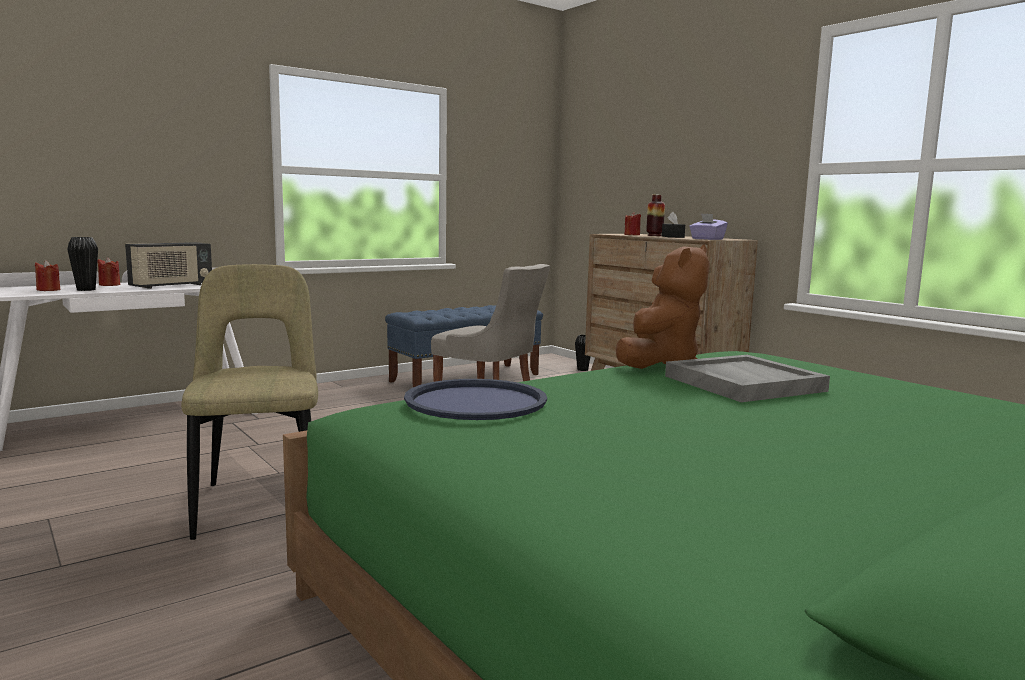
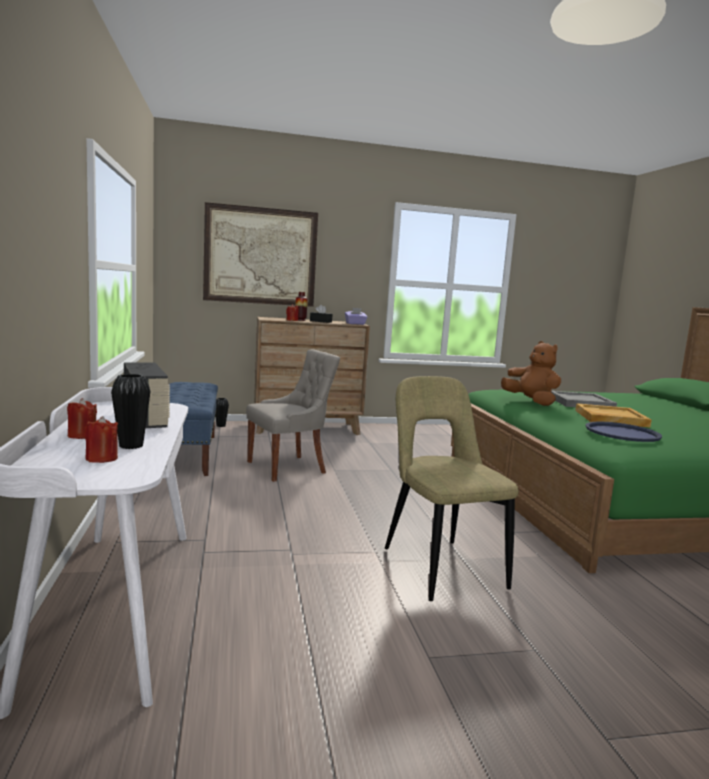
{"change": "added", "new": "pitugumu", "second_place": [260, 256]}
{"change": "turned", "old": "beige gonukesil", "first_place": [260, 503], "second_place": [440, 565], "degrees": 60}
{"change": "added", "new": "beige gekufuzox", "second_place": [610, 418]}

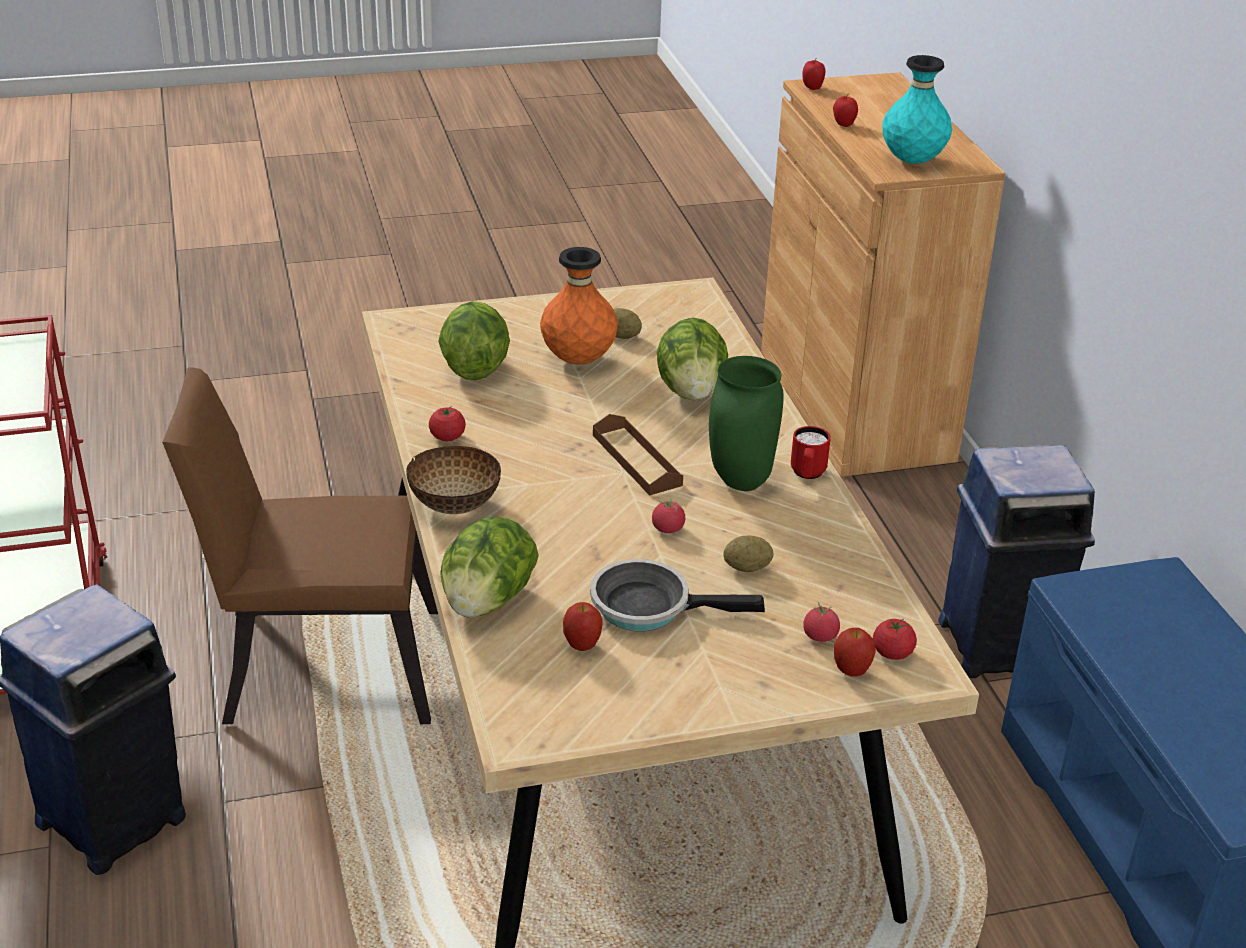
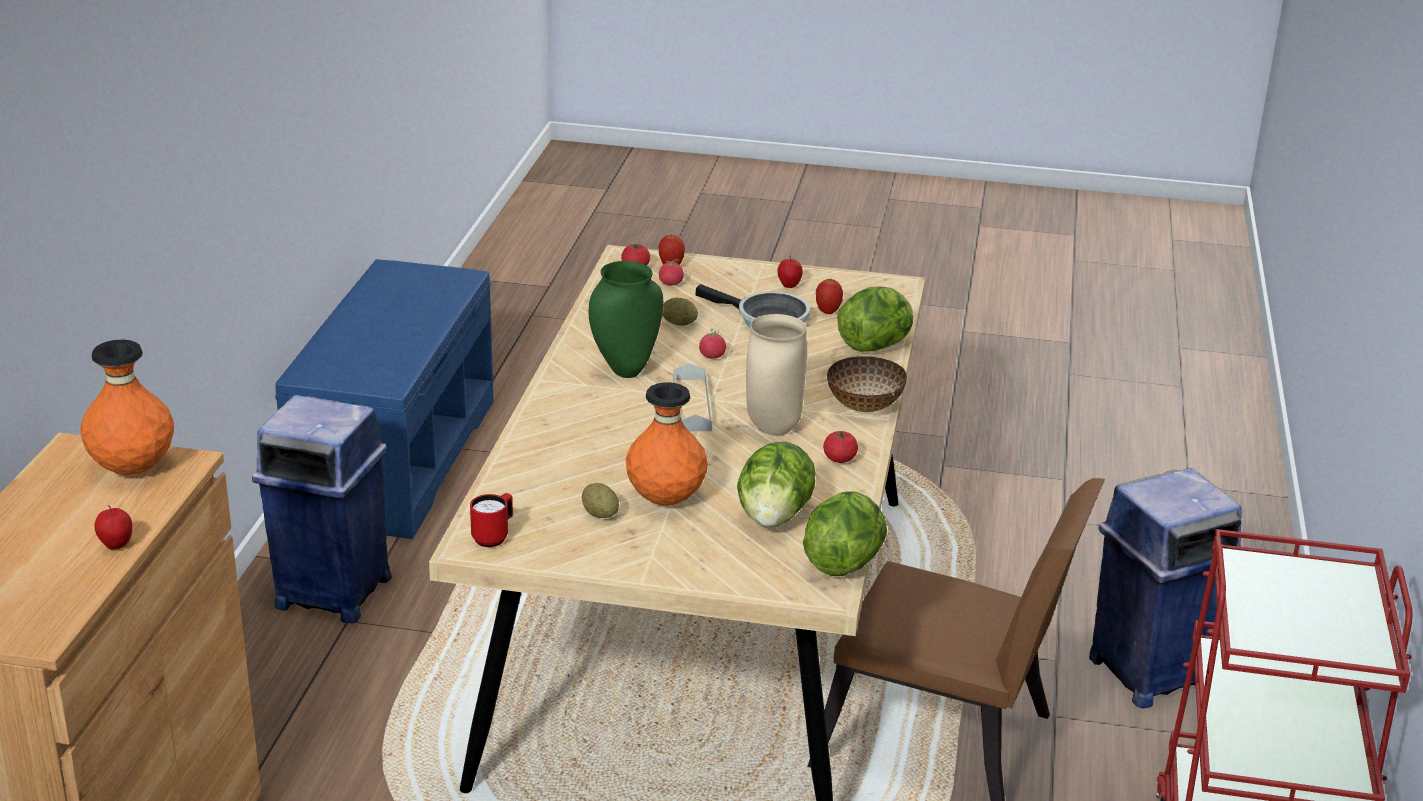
{"change": "recoloured", "old": "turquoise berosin", "new": "orange berosin", "first_place": [912, 161], "second_place": [133, 469]}
{"change": "moved", "old": "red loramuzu", "first_place": [807, 475], "second_place": [494, 537]}
{"change": "recoloured", "old": "brown gekufuzox", "new": "grey gekufuzox", "first_place": [636, 460], "second_place": [692, 404]}
{"change": "added", "new": "beige berosin", "second_place": [774, 429]}
{"change": "moved", "old": "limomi", "first_place": [812, 88], "second_place": [789, 286]}
{"change": "moved", "old": "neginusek", "first_place": [691, 391], "second_place": [844, 562]}

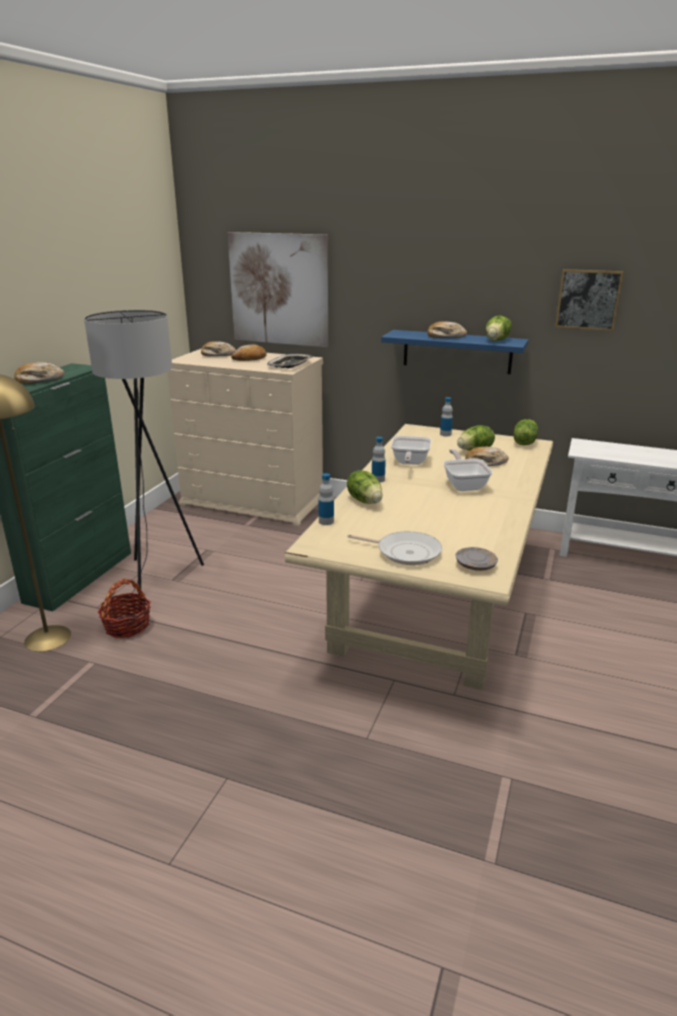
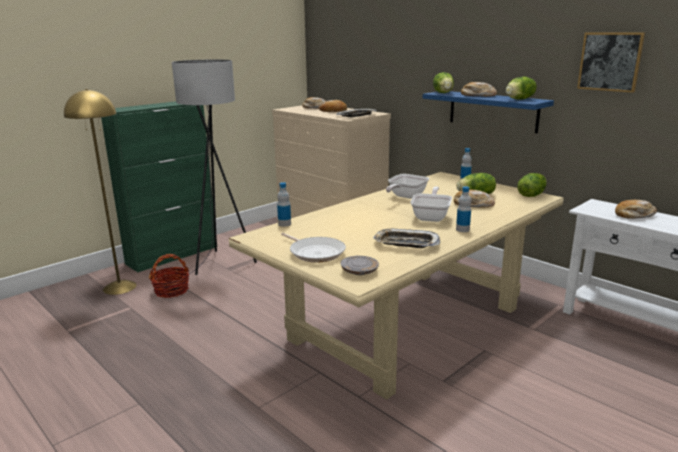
{"change": "added", "new": "gekufuzox", "second_place": [406, 243]}
{"change": "moved", "old": "neginusek", "first_place": [365, 500], "second_place": [443, 93]}
{"change": "moved", "old": "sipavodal", "first_place": [378, 479], "second_place": [462, 229]}
{"change": "moved", "old": "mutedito", "first_place": [39, 380], "second_place": [634, 215]}
{"change": "removed", "old": "pitugumu", "first_place": [279, 289]}

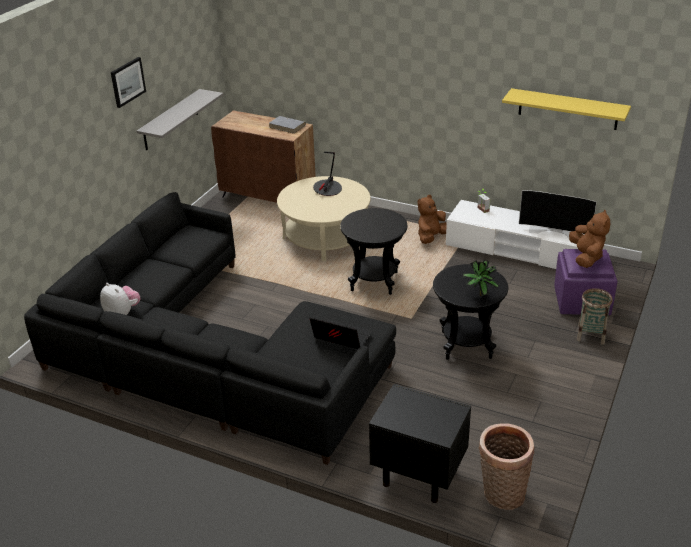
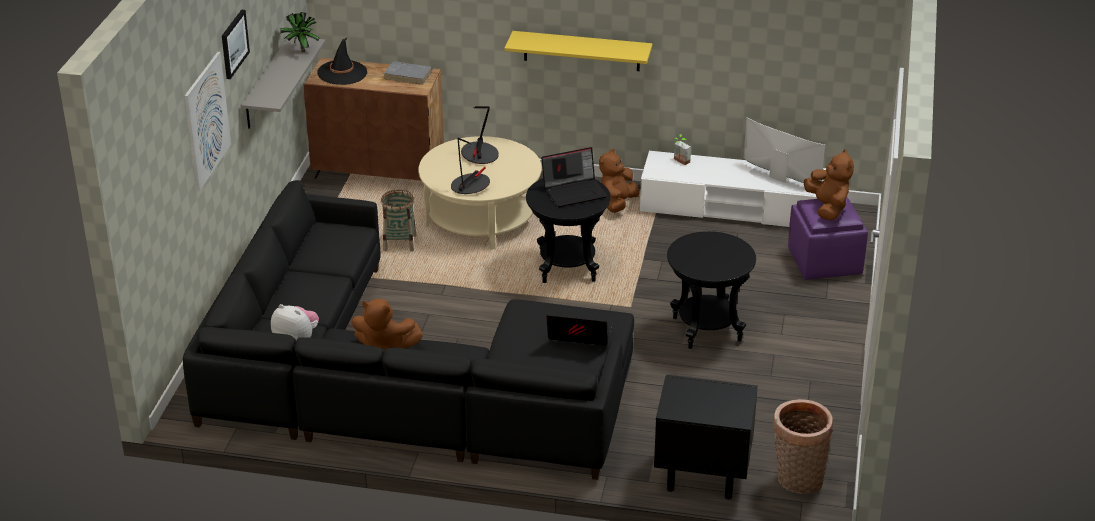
{"change": "added", "new": "pitugumu", "second_place": [207, 120]}
{"change": "moved", "old": "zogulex", "first_place": [478, 294], "second_place": [300, 51]}
{"change": "added", "new": "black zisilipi", "second_place": [342, 73]}
{"change": "added", "new": "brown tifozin", "second_place": [385, 348]}
{"change": "moved", "old": "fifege", "first_place": [591, 334], "second_place": [400, 243]}
{"change": "added", "new": "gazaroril", "second_place": [470, 185]}
{"change": "moved", "old": "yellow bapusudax", "first_place": [568, 109], "second_place": [581, 51]}
{"change": "added", "new": "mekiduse", "second_place": [574, 191]}
{"change": "turned", "old": "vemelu", "first_place": [555, 231], "second_place": [777, 179], "degrees": -150}

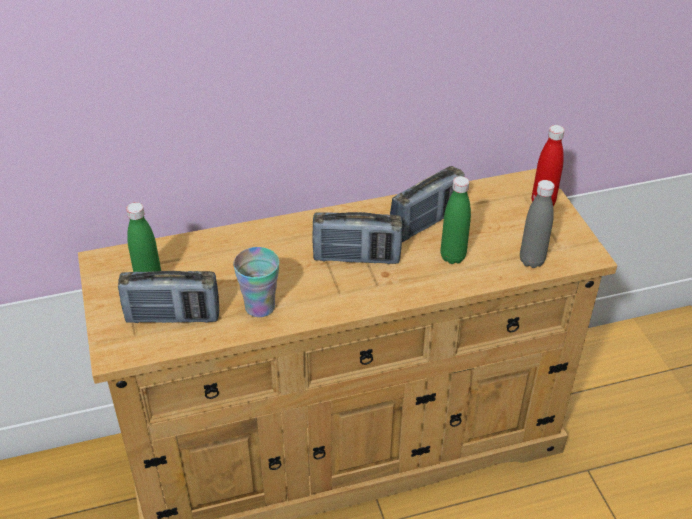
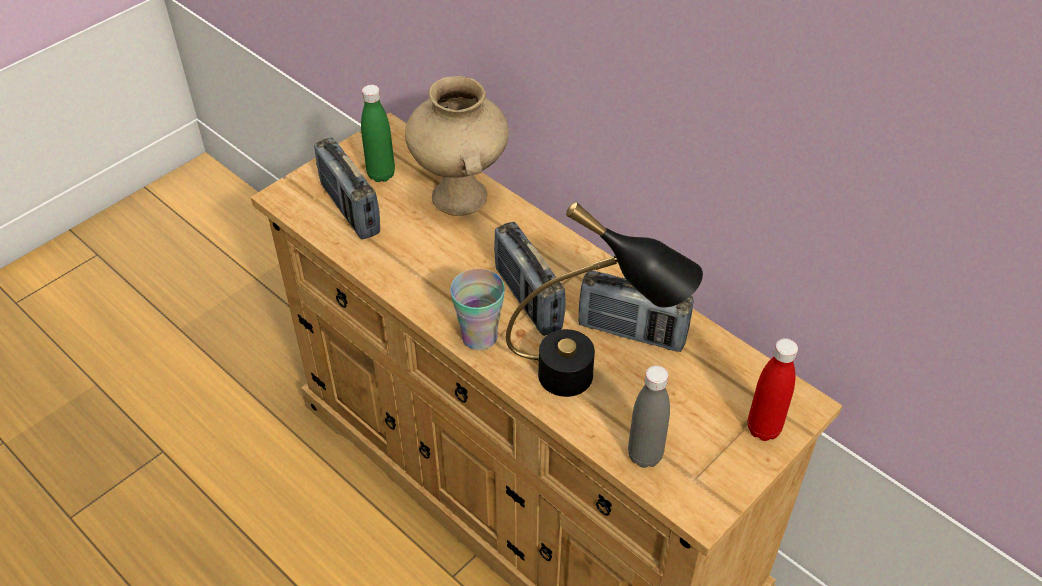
{"change": "added", "new": "beige berosin", "second_place": [461, 197]}
{"change": "moved", "old": "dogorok", "first_place": [260, 307], "second_place": [479, 337]}
{"change": "replaced", "old": "green sipavodal", "new": "black gazaroril", "first_place": [452, 257], "second_place": [593, 379]}

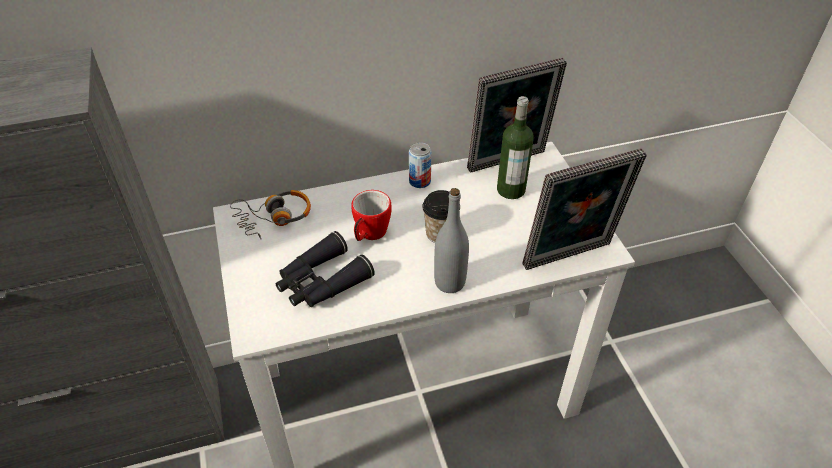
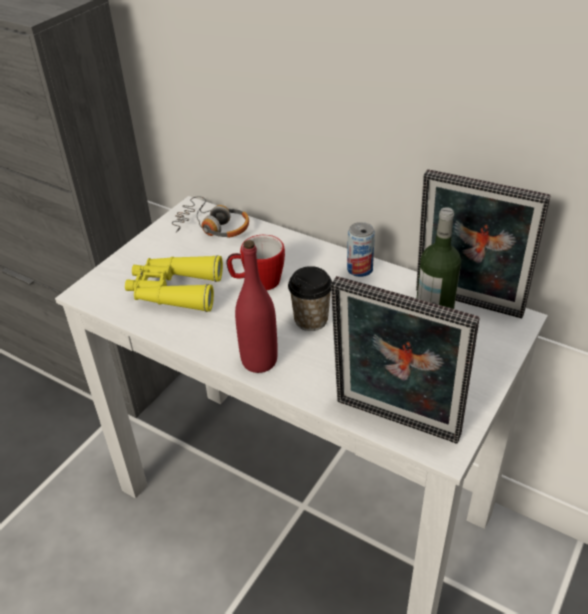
{"change": "recoloured", "old": "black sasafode", "new": "yellow sasafode", "first_place": [321, 282], "second_place": [174, 291]}
{"change": "recoloured", "old": "grey sipavodal", "new": "red sipavodal", "first_place": [449, 282], "second_place": [259, 361]}

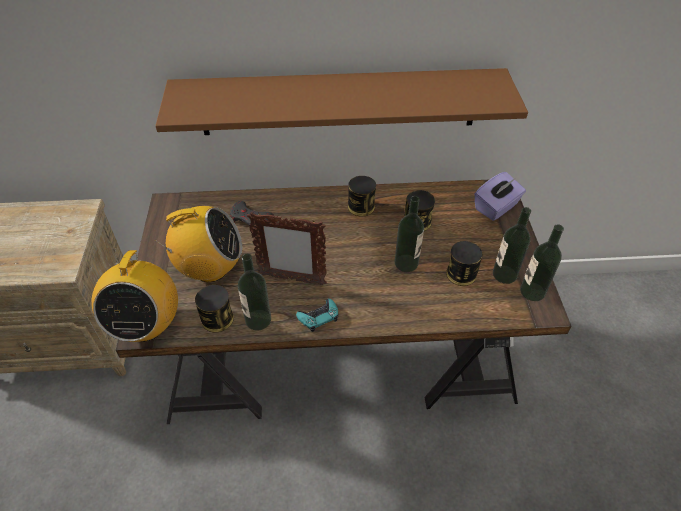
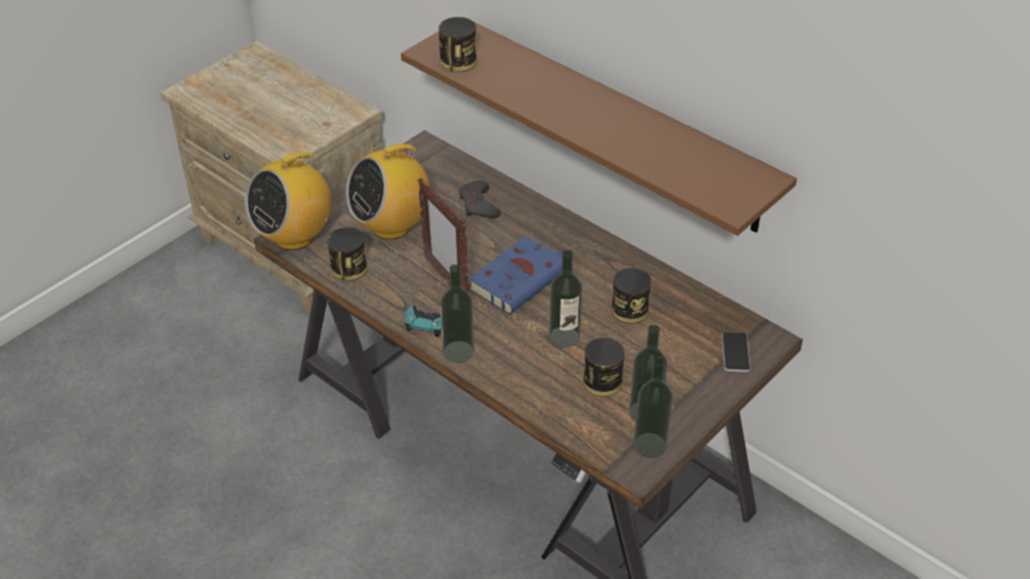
{"change": "turned", "old": "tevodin", "first_place": [210, 269], "second_place": [391, 226], "degrees": 105}
{"change": "moved", "old": "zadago", "first_place": [361, 207], "second_place": [458, 61]}
{"change": "moved", "old": "sipavodal", "first_place": [258, 320], "second_place": [458, 351]}
{"change": "added", "new": "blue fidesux", "second_place": [520, 278]}
{"change": "replaced", "old": "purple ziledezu", "new": "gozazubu", "first_place": [496, 207], "second_place": [735, 352]}

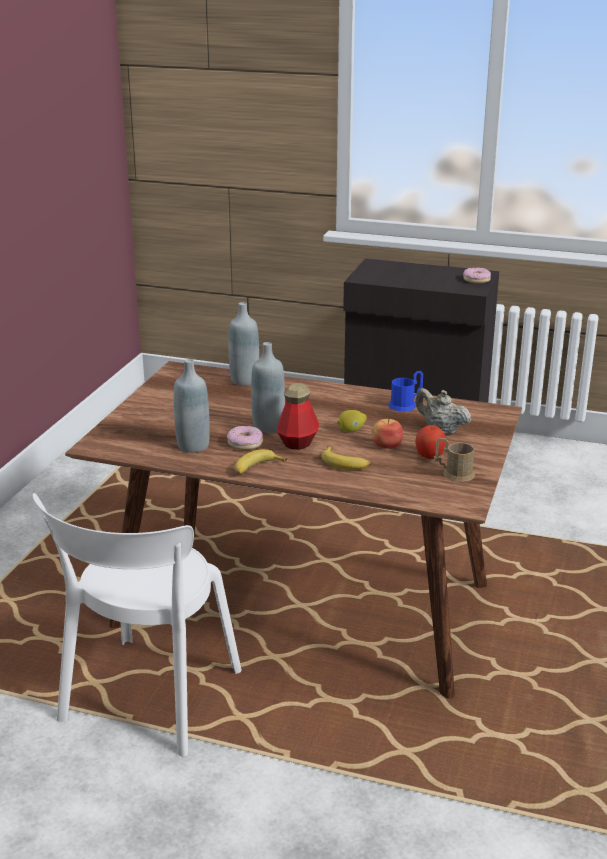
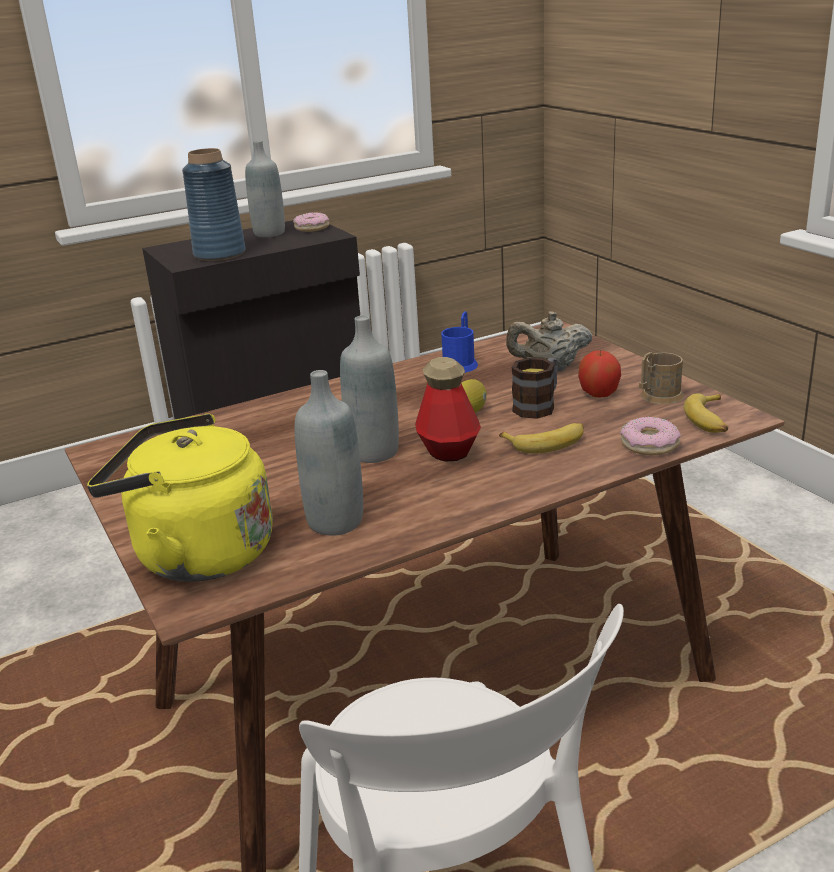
{"change": "added", "new": "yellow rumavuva", "second_place": [196, 554]}
{"change": "added", "new": "blue berosin", "second_place": [219, 254]}
{"change": "moved", "old": "grey sipavodal", "first_place": [244, 380], "second_place": [269, 233]}
{"change": "replaced", "old": "limomi", "new": "loramuzu", "first_place": [386, 445], "second_place": [538, 406]}
{"change": "moved", "old": "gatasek", "first_place": [245, 443], "second_place": [649, 445]}
{"change": "moved", "old": "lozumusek", "first_place": [256, 468], "second_place": [710, 420]}

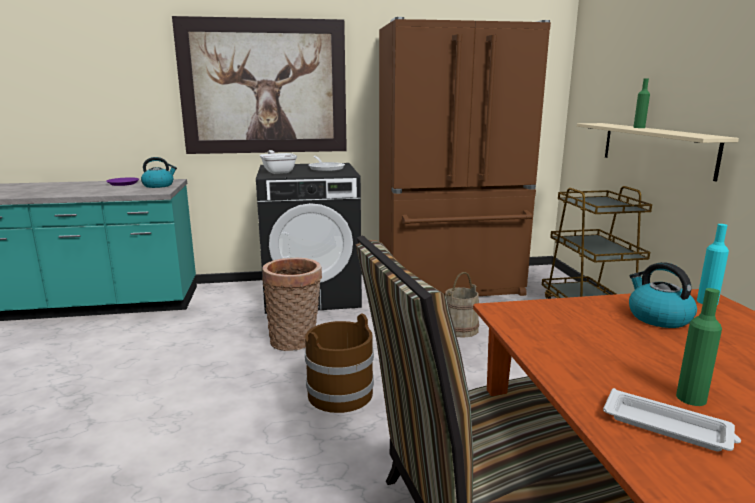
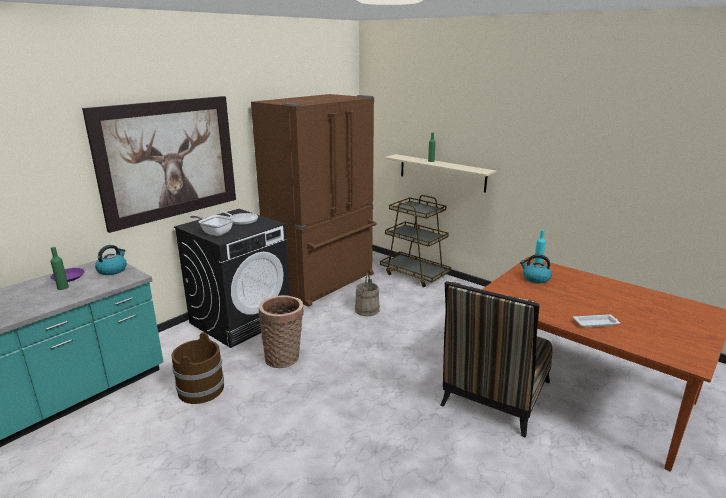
{"change": "moved", "old": "green sipavodal", "first_place": [691, 398], "second_place": [63, 287]}
{"change": "moved", "old": "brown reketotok", "first_place": [340, 393], "second_place": [201, 389]}

